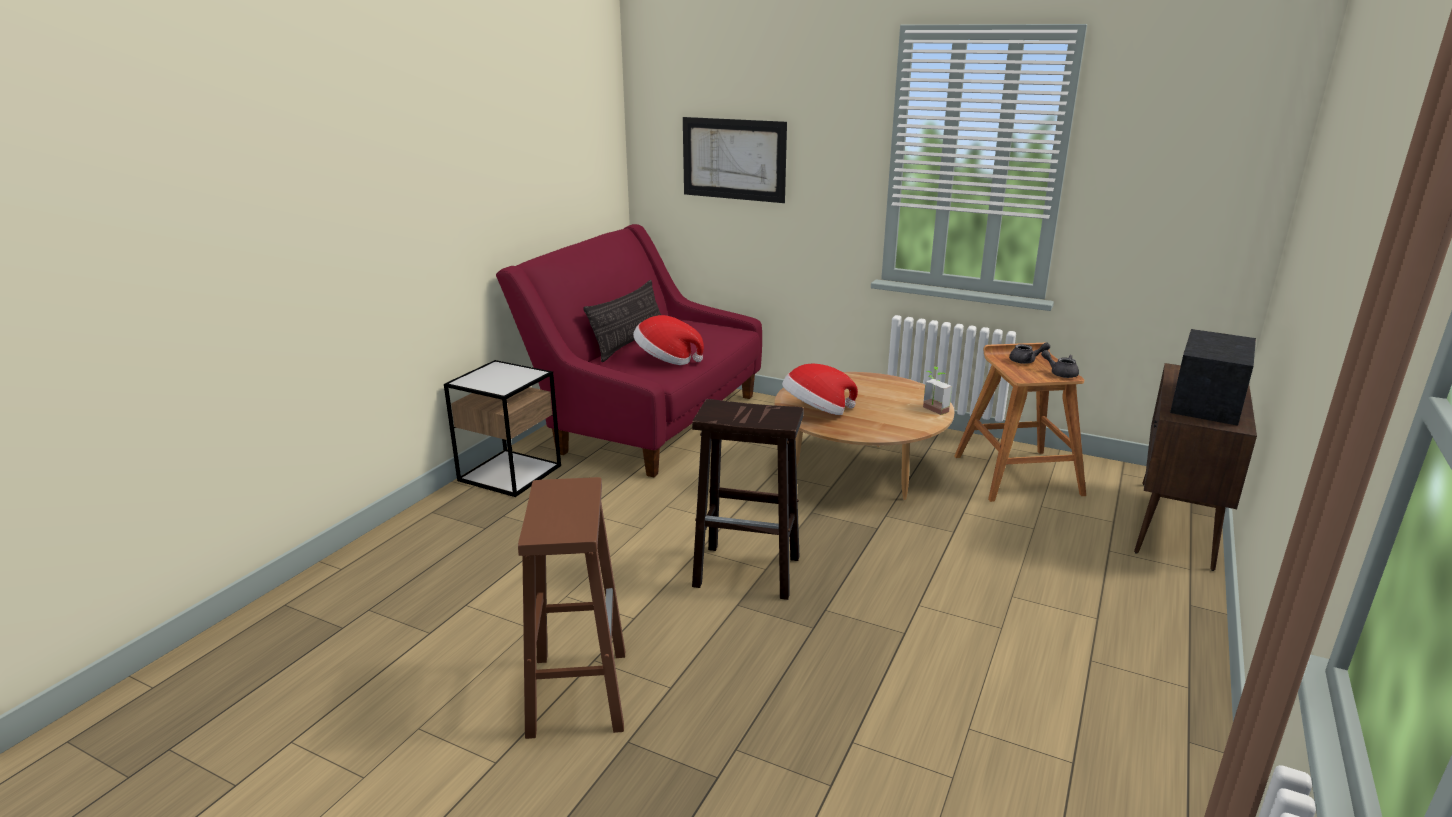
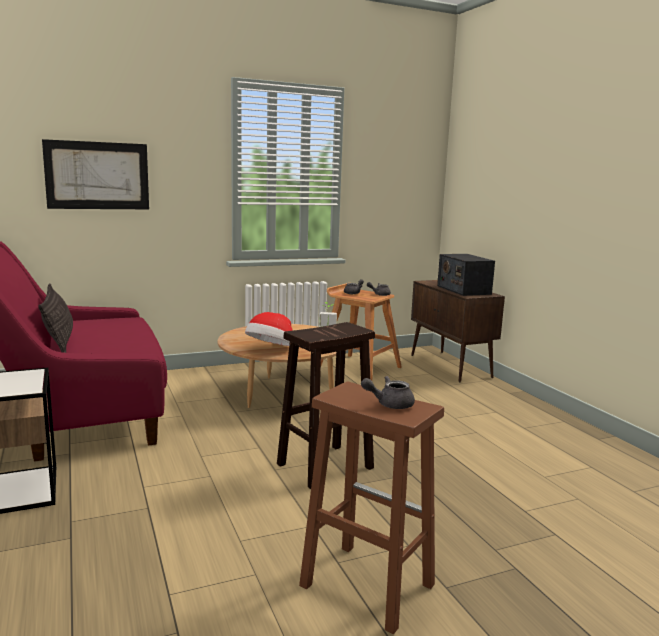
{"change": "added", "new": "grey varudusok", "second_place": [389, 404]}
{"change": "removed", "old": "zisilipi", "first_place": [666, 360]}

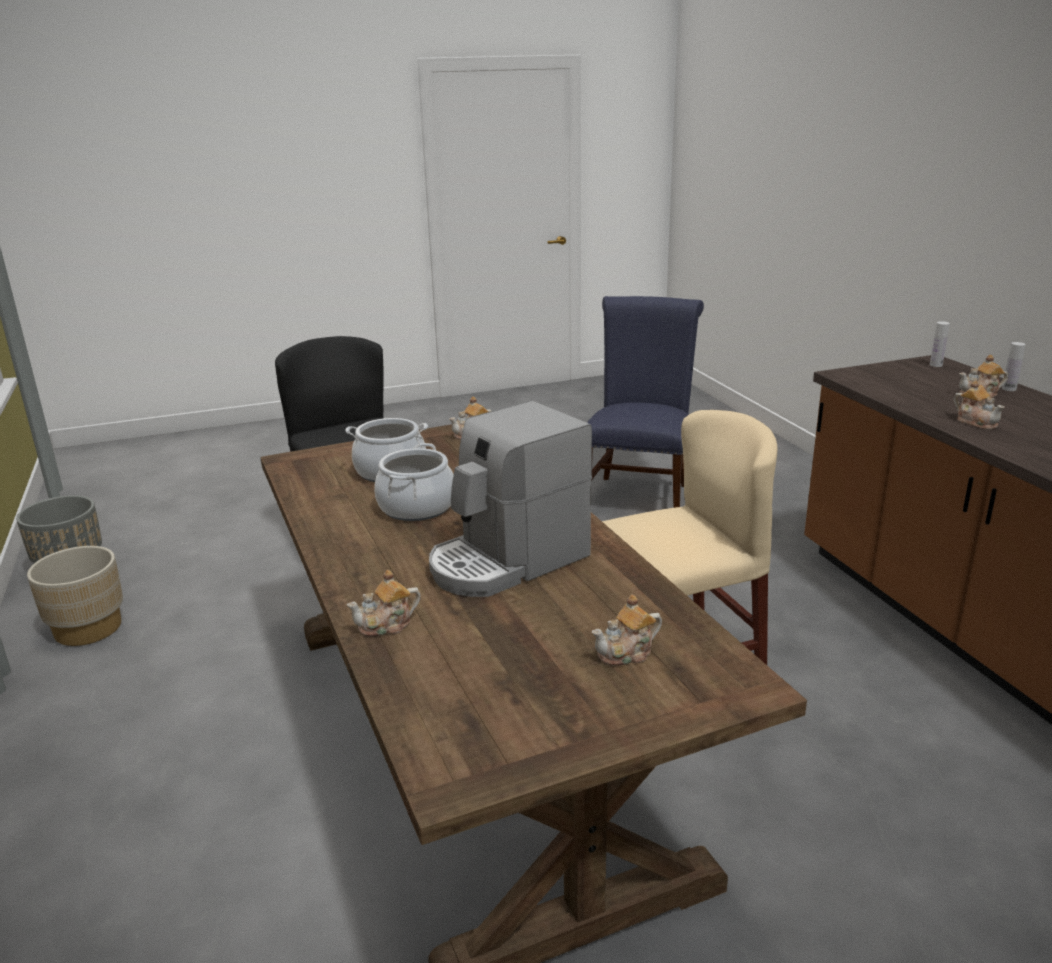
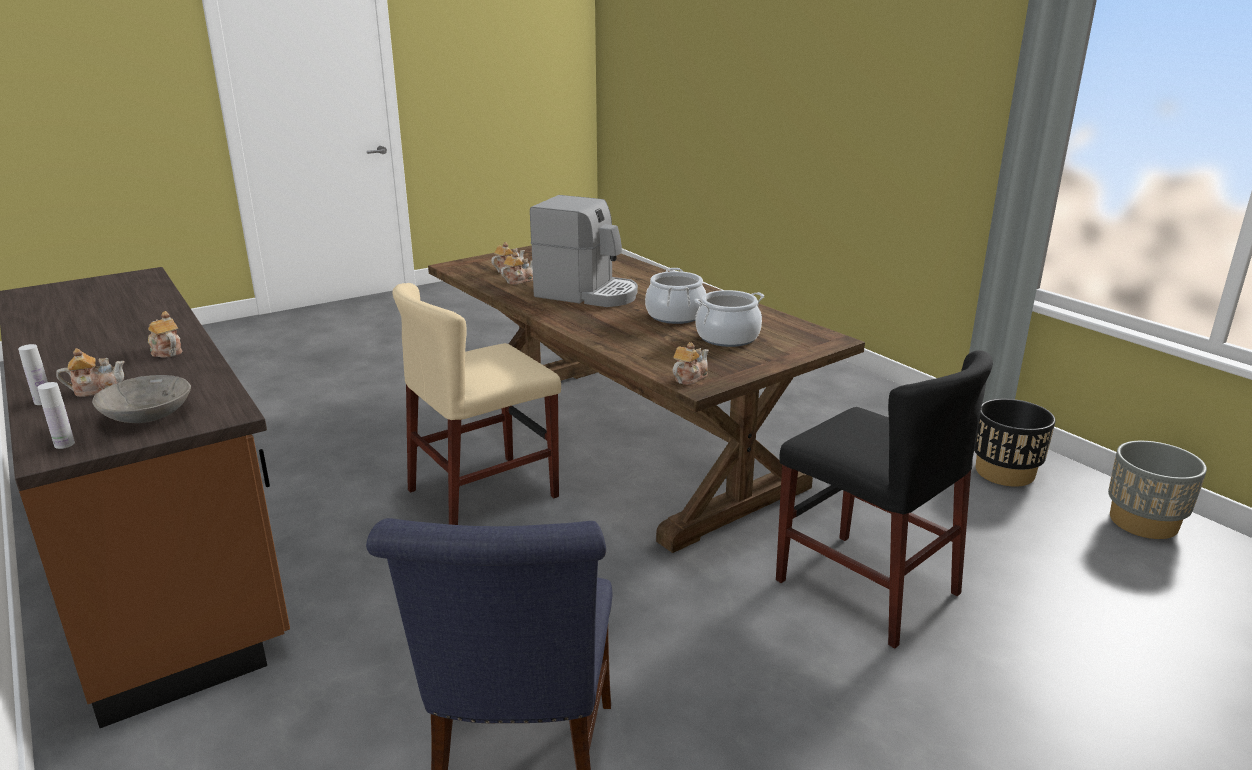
{"change": "added", "new": "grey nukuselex", "second_place": [148, 416]}
{"change": "moved", "old": "varudusok", "first_place": [386, 625], "second_place": [518, 281]}
{"change": "turned", "old": "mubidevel", "first_place": [507, 561], "second_place": [587, 294], "degrees": 75}
{"change": "recoloured", "old": "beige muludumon", "new": "black muludumon", "first_place": [88, 628], "second_place": [1004, 473]}

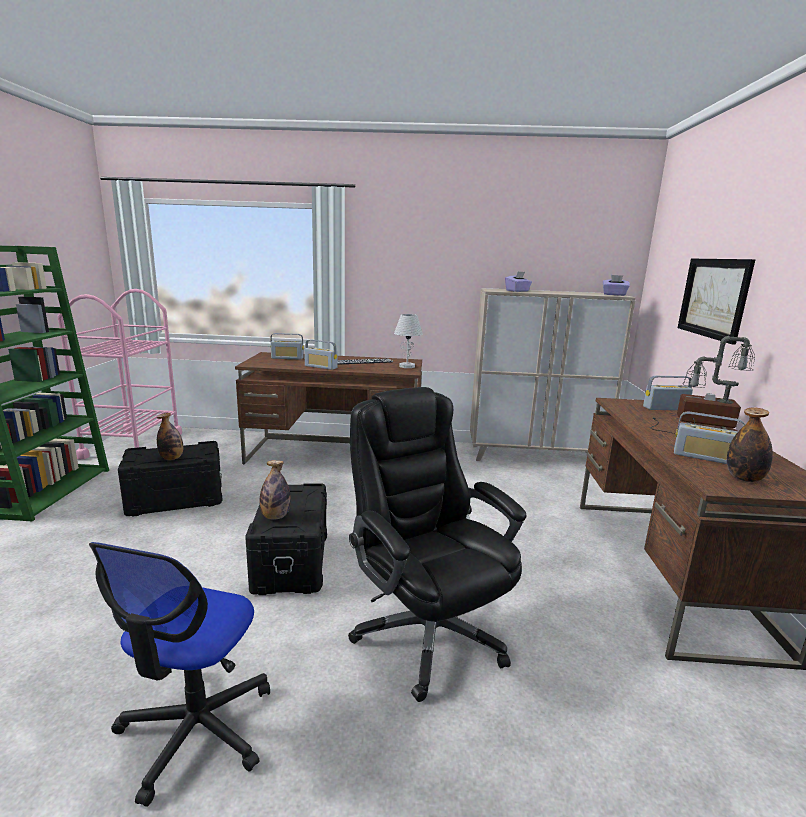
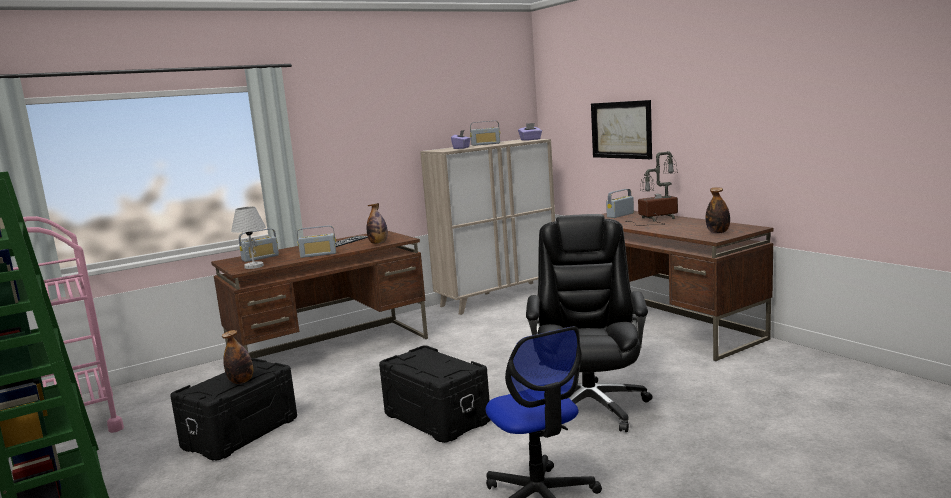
{"change": "moved", "old": "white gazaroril", "first_place": [407, 366], "second_place": [254, 266]}
{"change": "moved", "old": "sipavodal", "first_place": [275, 516], "second_place": [378, 243]}
{"change": "moved", "old": "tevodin", "first_place": [704, 457], "second_place": [485, 144]}
{"change": "turned", "old": "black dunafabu", "first_place": [427, 632], "second_place": [589, 405], "degrees": 75}

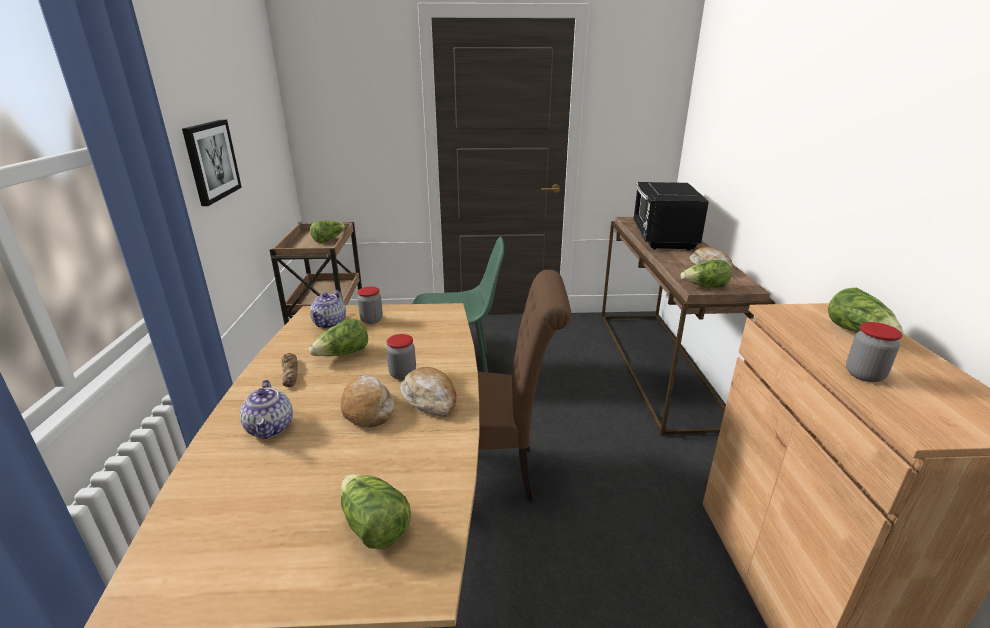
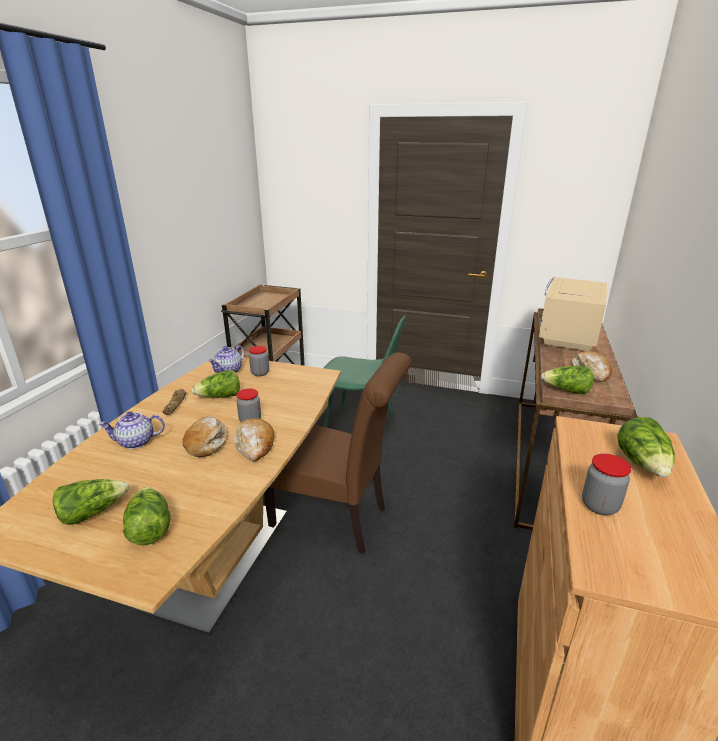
{"change": "moved", "old": "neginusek", "first_place": [329, 240], "second_place": [92, 512]}
{"change": "turned", "old": "varudusok", "first_place": [271, 428], "second_place": [135, 442], "degrees": 75}
{"change": "recoloured", "old": "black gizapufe", "new": "beige gizapufe", "first_place": [662, 238], "second_place": [567, 336]}
{"change": "removed", "old": "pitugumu", "first_place": [211, 161]}

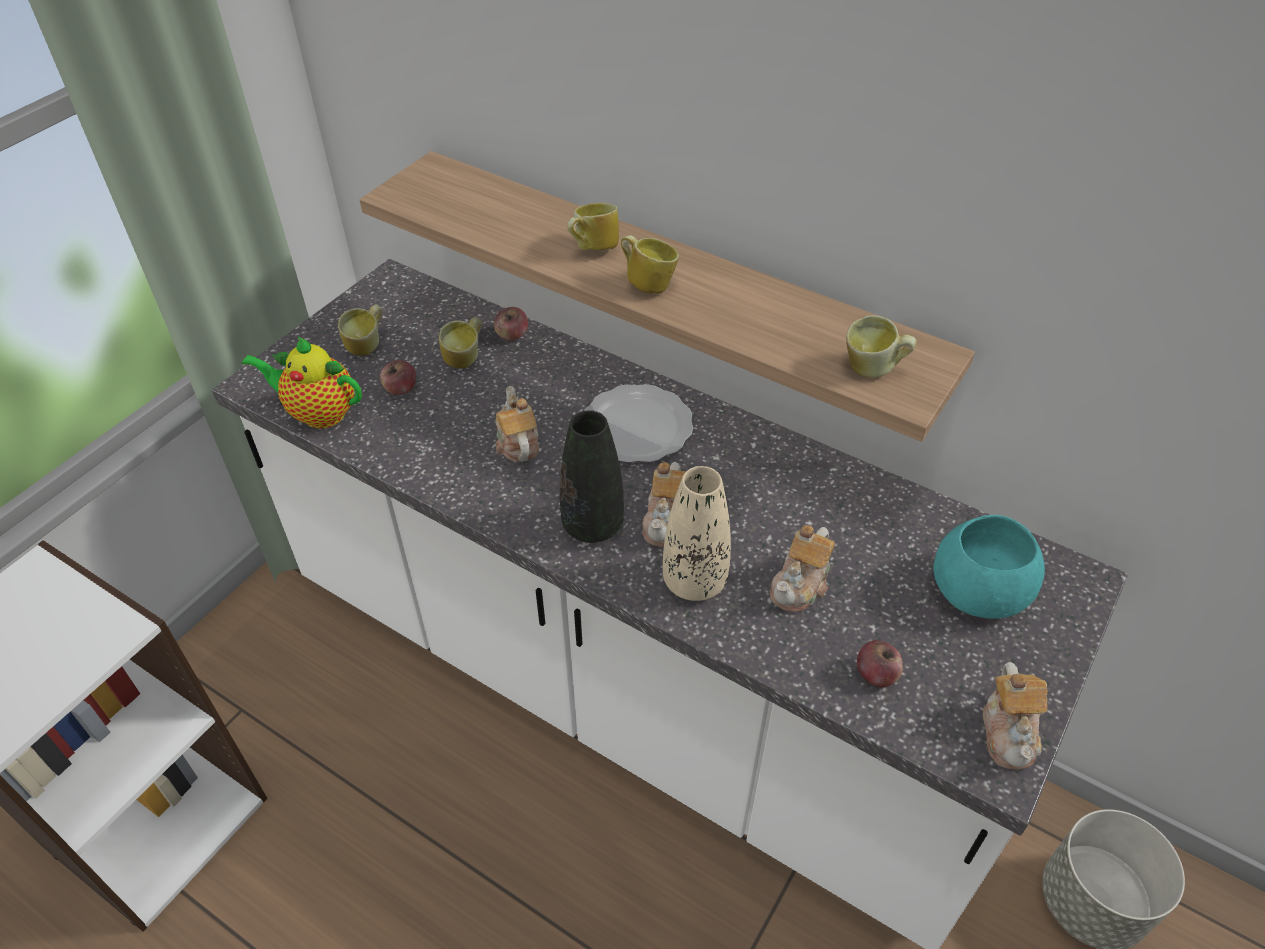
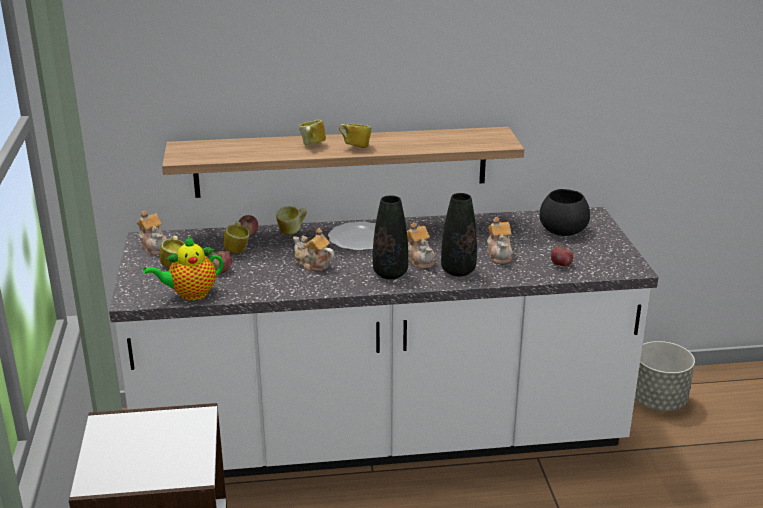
{"change": "moved", "old": "varudusok", "first_place": [1009, 732], "second_place": [154, 247]}
{"change": "moved", "old": "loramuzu", "first_place": [873, 370], "second_place": [292, 232]}
{"change": "recoloured", "old": "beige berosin", "new": "black berosin", "first_place": [694, 581], "second_place": [458, 271]}
{"change": "recoloured", "old": "turquoise nukuselex", "new": "black nukuselex", "first_place": [977, 591], "second_place": [562, 230]}

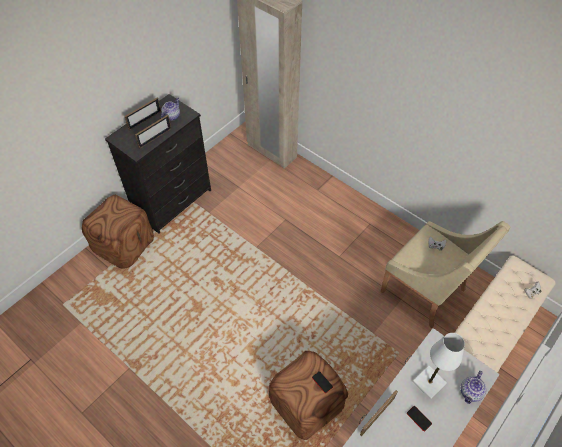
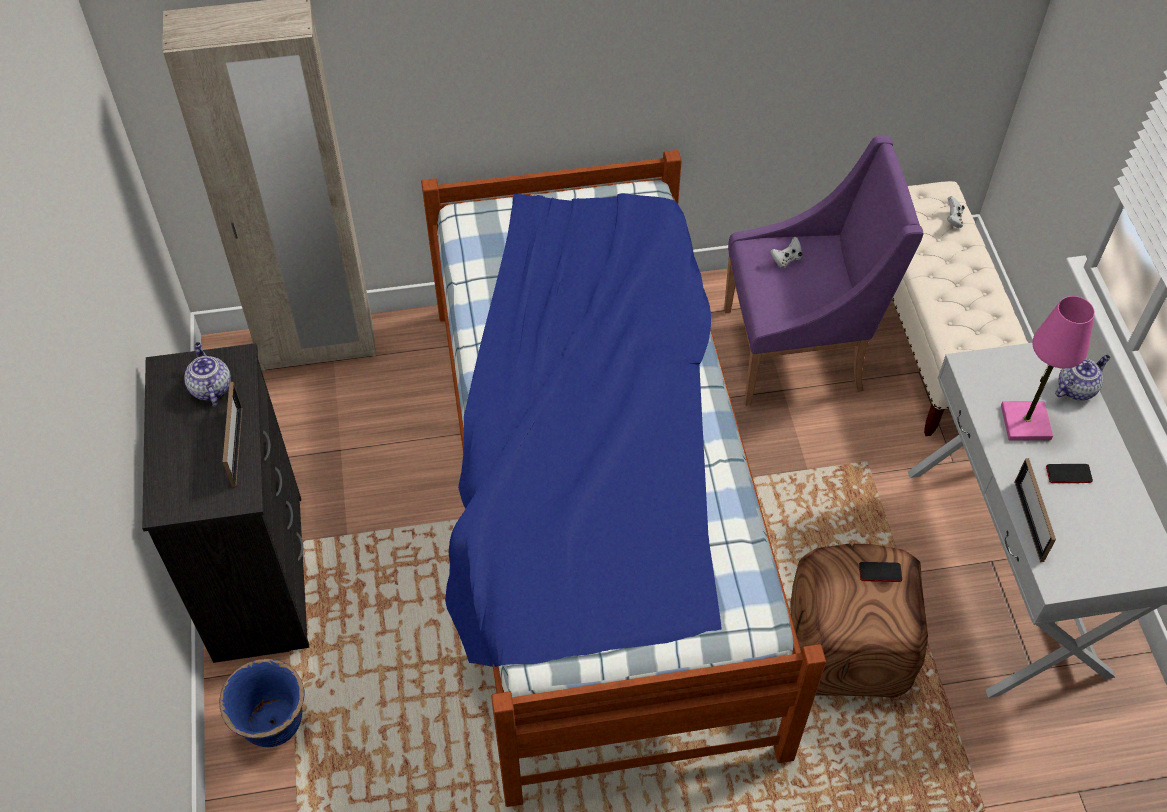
{"change": "replaced", "old": "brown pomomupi", "new": "blue muludumon", "first_place": [124, 245], "second_place": [274, 724]}
{"change": "added", "new": "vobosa", "second_place": [593, 513]}
{"change": "recoloured", "old": "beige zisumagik", "new": "purple zisumagik", "first_place": [426, 291], "second_place": [798, 350]}
{"change": "recoloured", "old": "white gazaroril", "new": "pink gazaroril", "first_place": [429, 382], "second_place": [1025, 422]}
{"change": "turned", "old": "varudusok", "first_place": [470, 392], "second_place": [1076, 388], "degrees": -105}
{"change": "removed", "old": "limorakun", "first_place": [145, 120]}

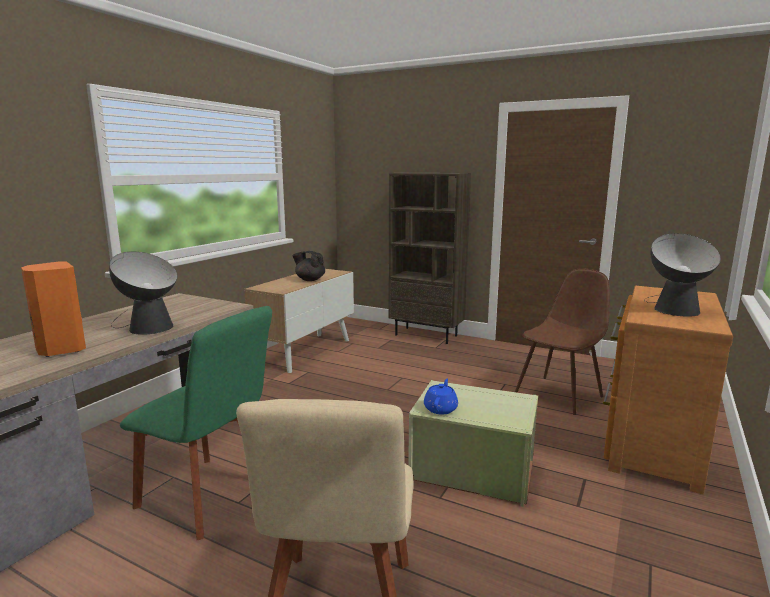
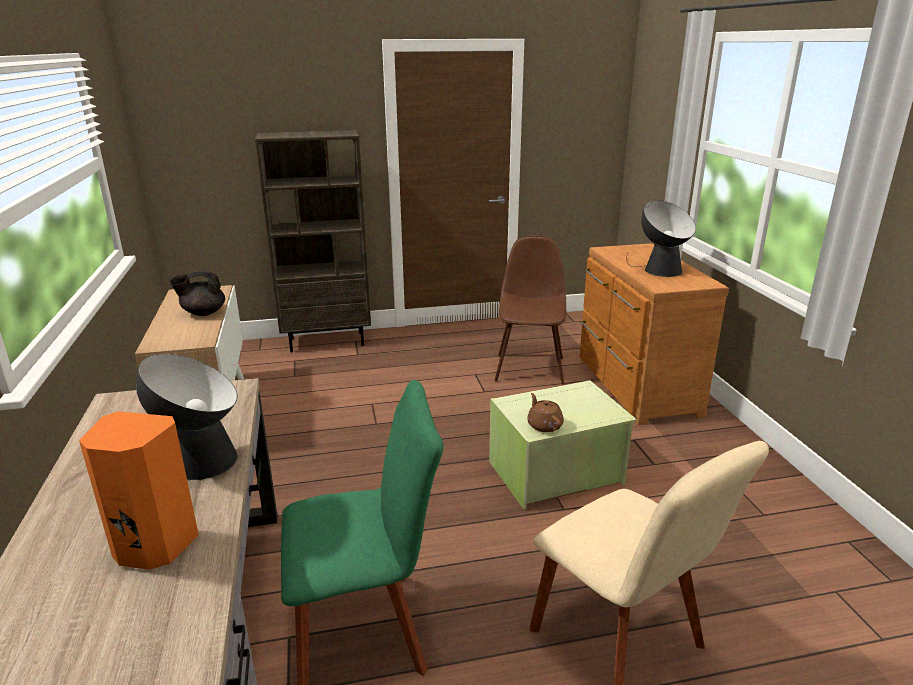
{"change": "recoloured", "old": "blue varudusok", "new": "brown varudusok", "first_place": [441, 408], "second_place": [544, 425]}

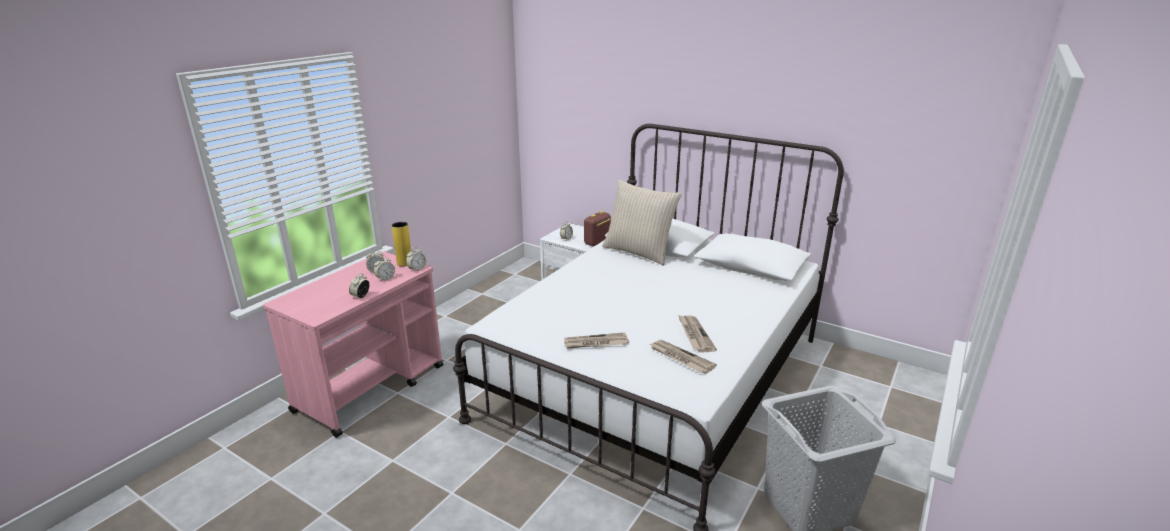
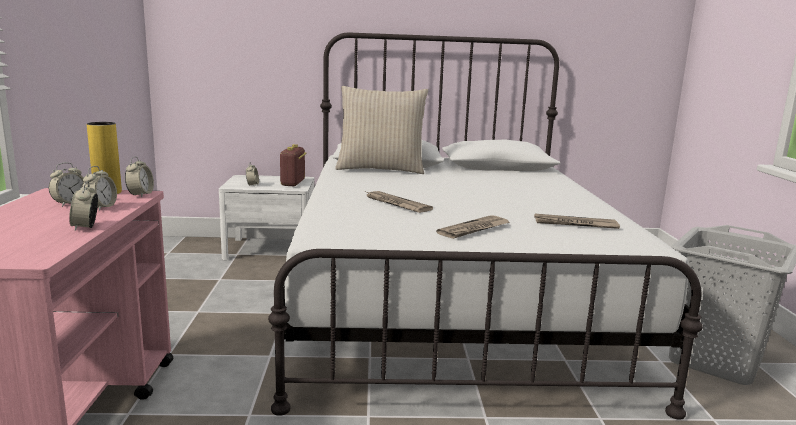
{"change": "moved", "old": "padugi", "first_place": [694, 335], "second_place": [396, 204]}

